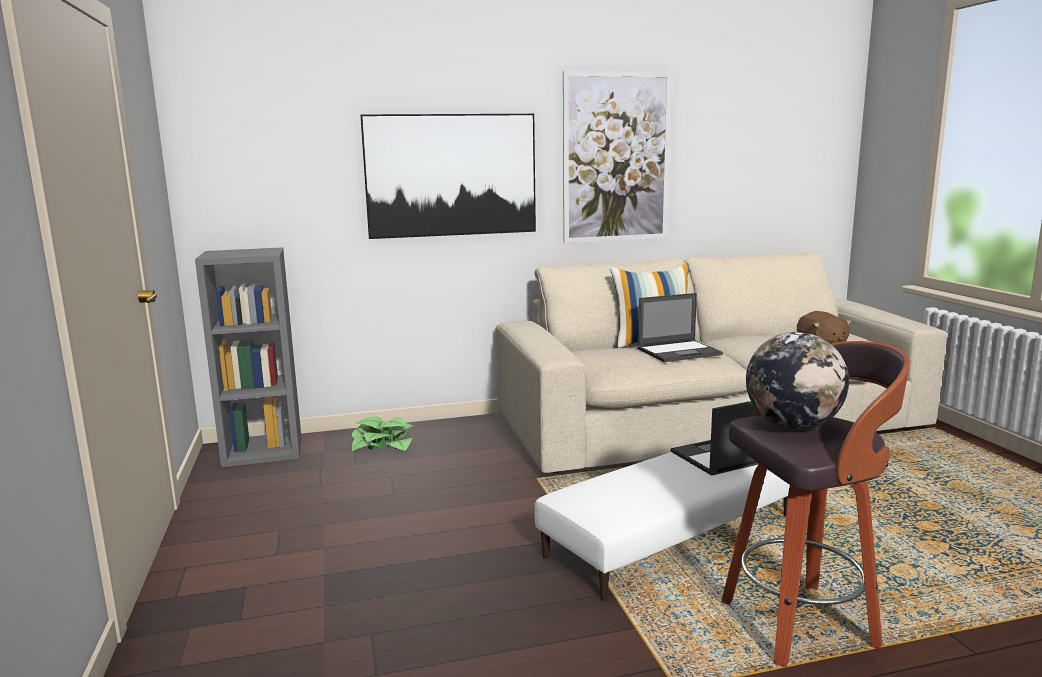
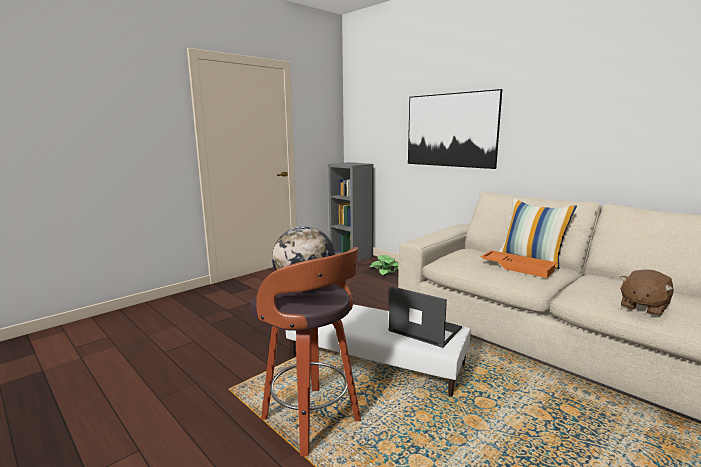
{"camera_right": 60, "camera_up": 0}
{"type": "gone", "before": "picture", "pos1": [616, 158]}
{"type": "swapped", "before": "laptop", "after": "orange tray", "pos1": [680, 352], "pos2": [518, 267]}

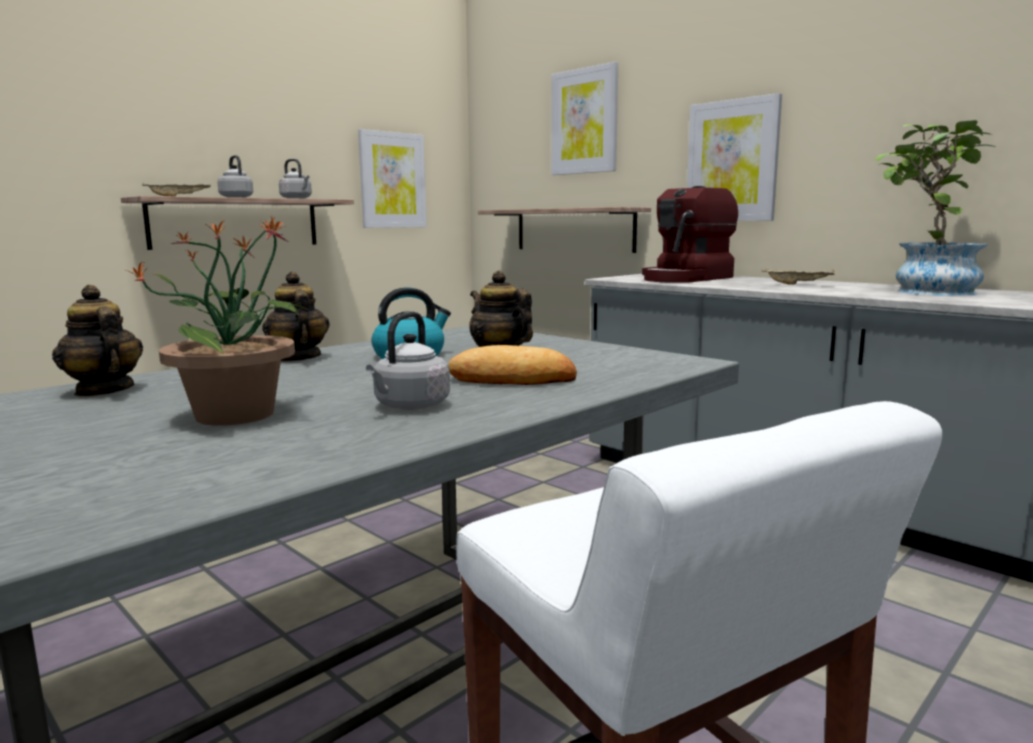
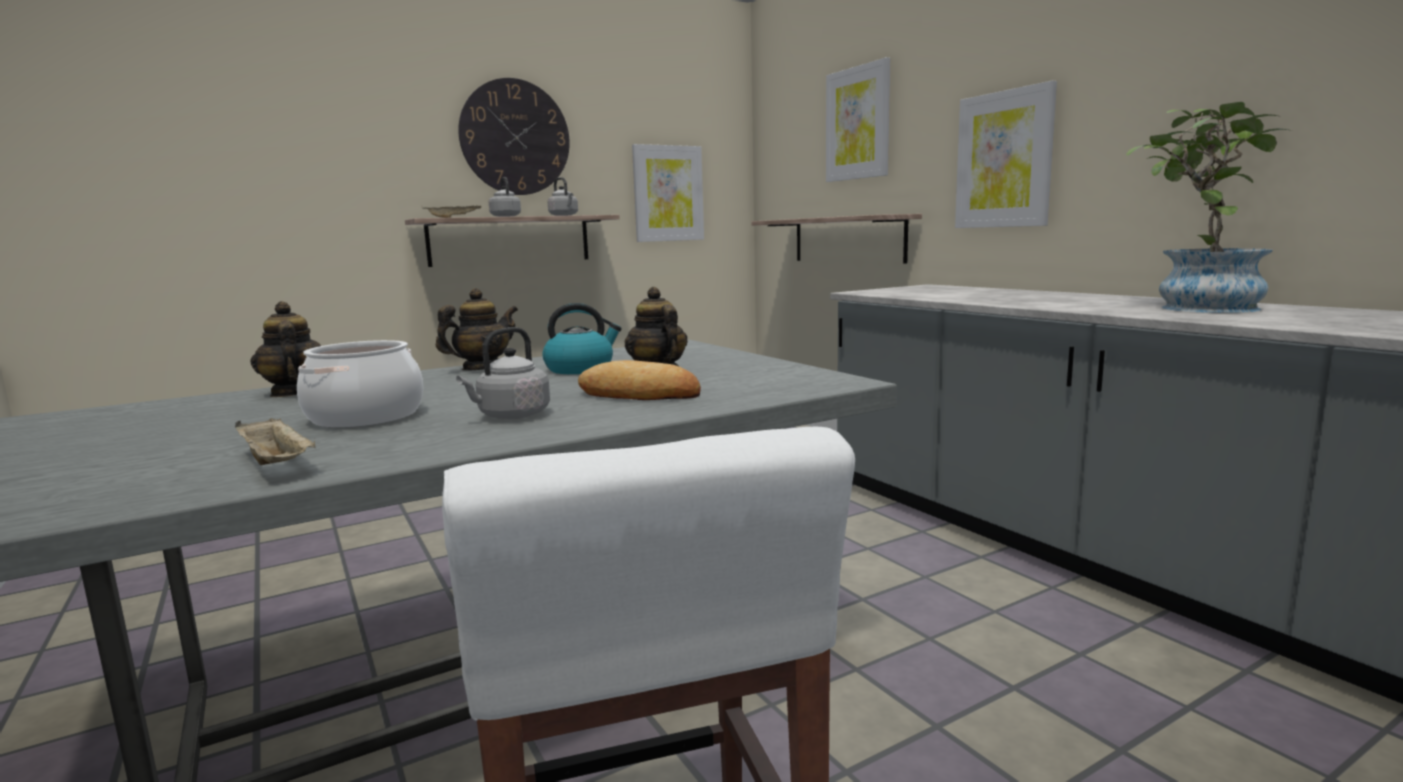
{"camera_right": 15, "camera_up": 0}
{"type": "gone", "before": "coffee machine", "pos1": [687, 278]}
{"type": "swapped", "before": "potted plant", "after": "cooking pot", "pos1": [238, 414], "pos2": [365, 417]}
{"type": "shifted", "before": "beige tray", "pos1": [798, 284], "pos2": [277, 464]}
{"type": "rotated", "before": "teapot", "pos1": [298, 358], "pos2": [482, 368], "turn": 60}
{"type": "new", "after": "wall clock", "pos2": [515, 137]}

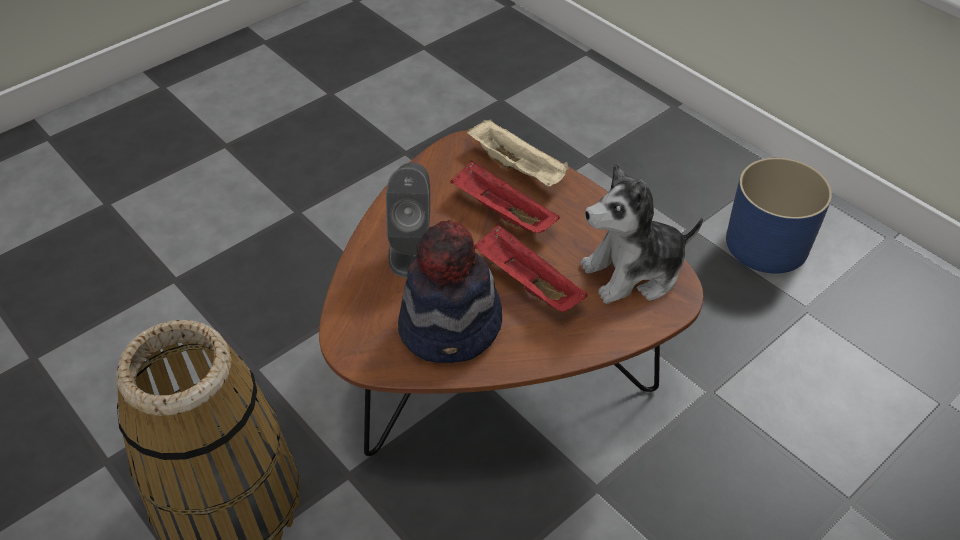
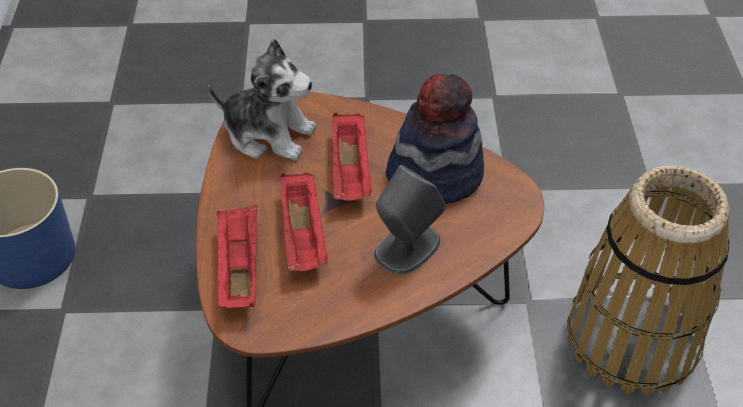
{"camera_right": -140, "camera_up": 0}
{"type": "repainted", "before": "beige tray", "after": "red tray", "pos1": [518, 168], "pos2": [239, 268]}

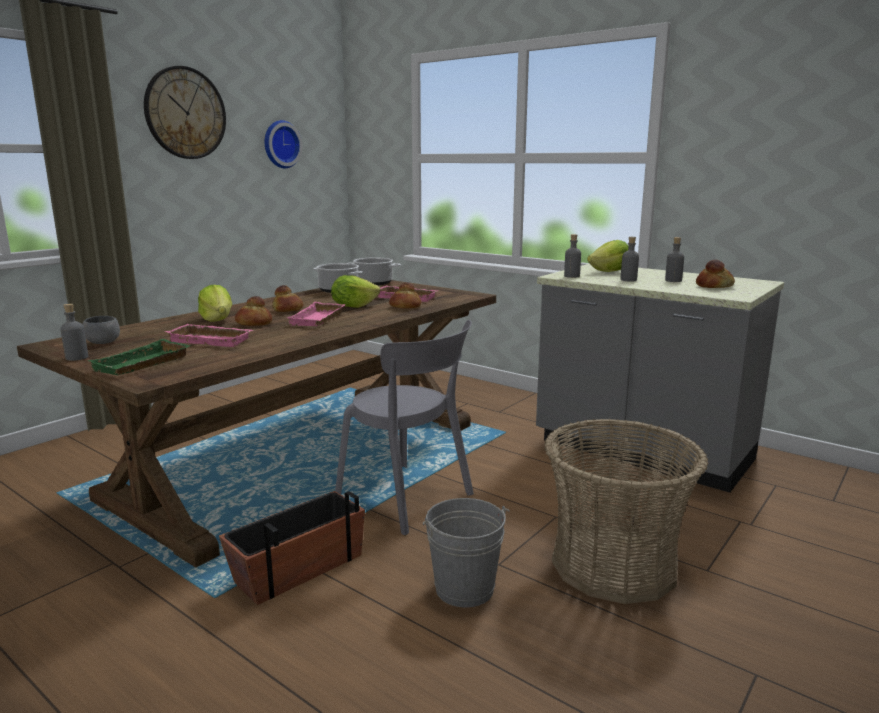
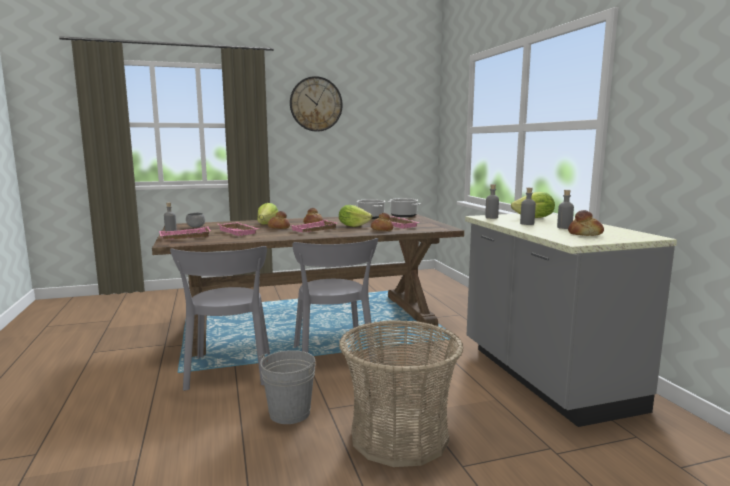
{"camera_right": 35, "camera_up": -5}
{"type": "gone", "before": "wall clock", "pos1": [280, 144]}
{"type": "repainted", "before": "green tray", "after": "pink tray", "pos1": [142, 364], "pos2": [184, 237]}
{"type": "swapped", "before": "planter", "after": "grey chair", "pos1": [298, 568], "pos2": [229, 373]}

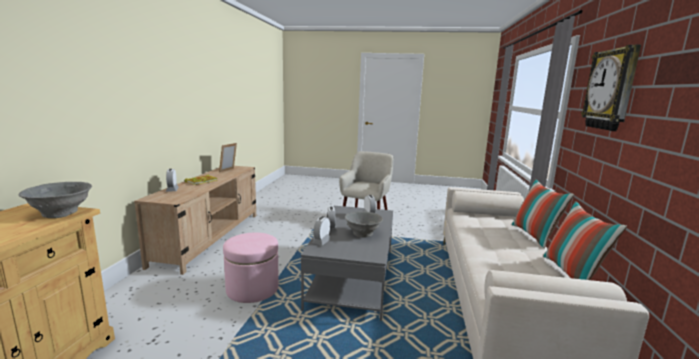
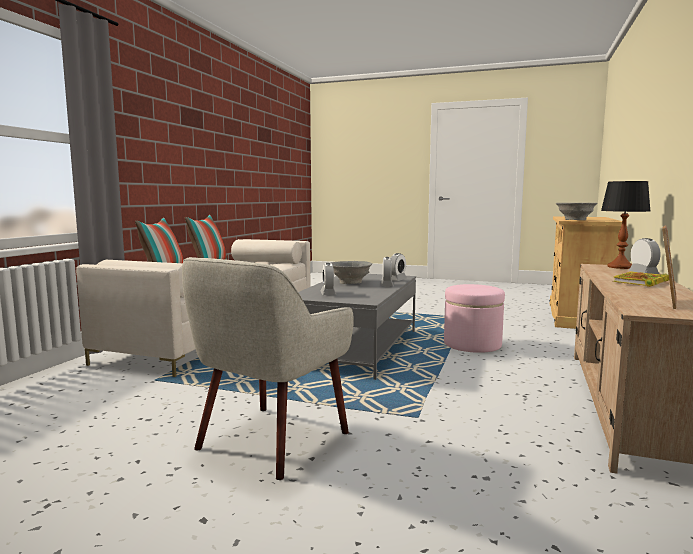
{"camera_right": -170, "camera_up": -5}
{"type": "gone", "before": "wall clock", "pos1": [611, 90]}
{"type": "new", "after": "table lamp", "pos2": [620, 267]}

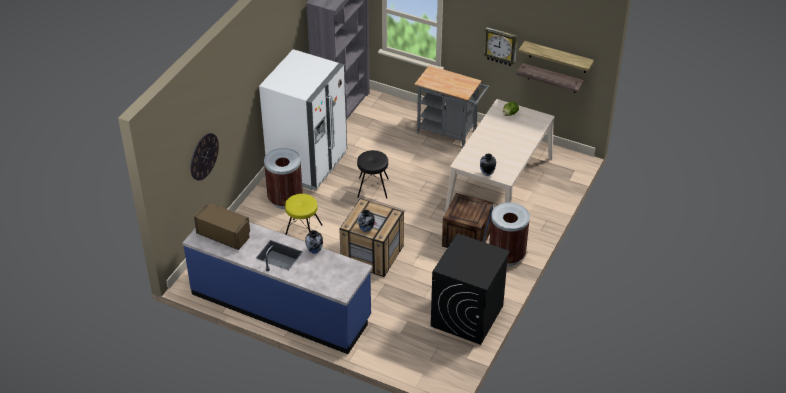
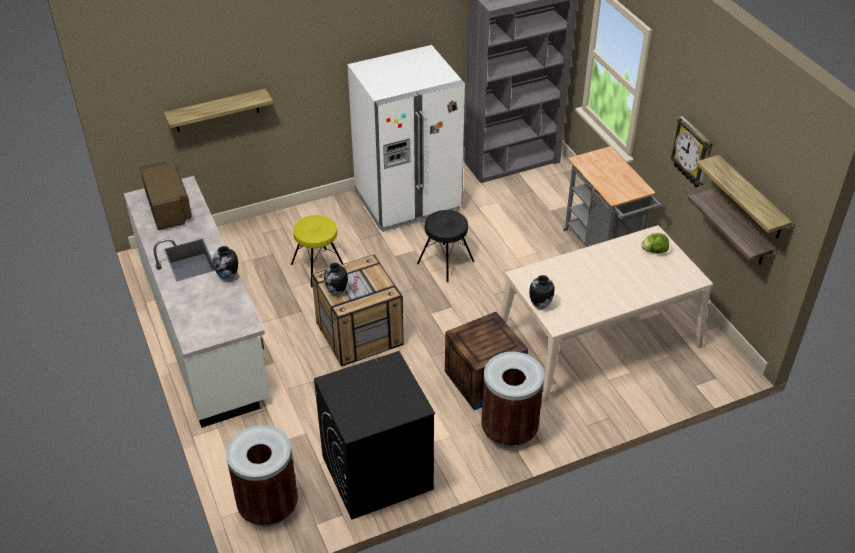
{"camera_right": 40, "camera_up": 0}
{"type": "swapped", "before": "wall clock", "after": "shelf", "pos1": [204, 156], "pos2": [216, 110]}
{"type": "shifted", "before": "brown trash can", "pos1": [285, 199], "pos2": [268, 506]}
{"type": "repainted", "before": "blue counter", "after": "white counter", "pos1": [281, 306], "pos2": [204, 331]}

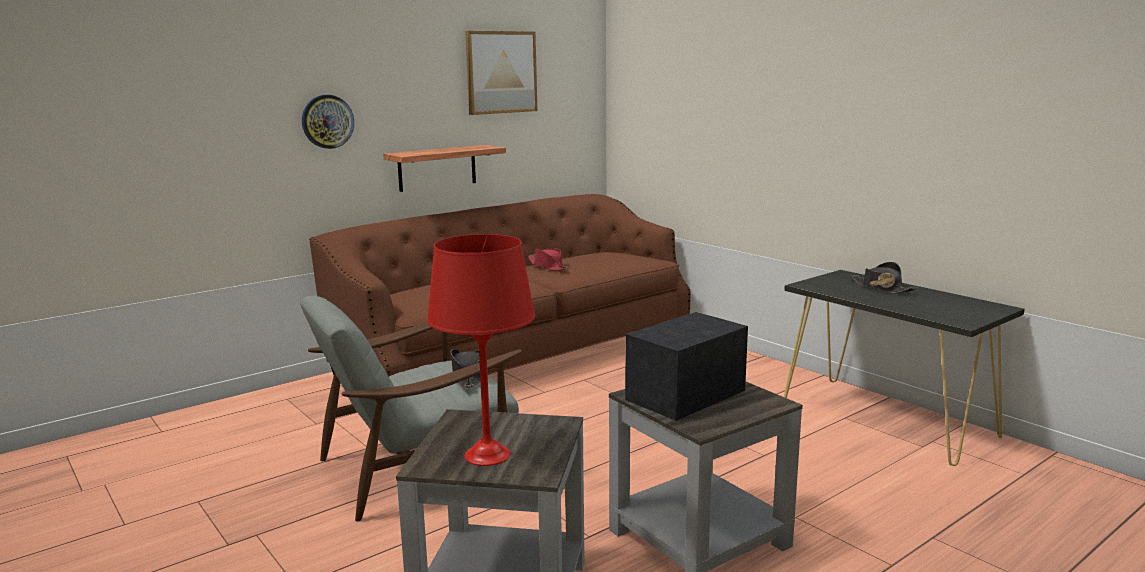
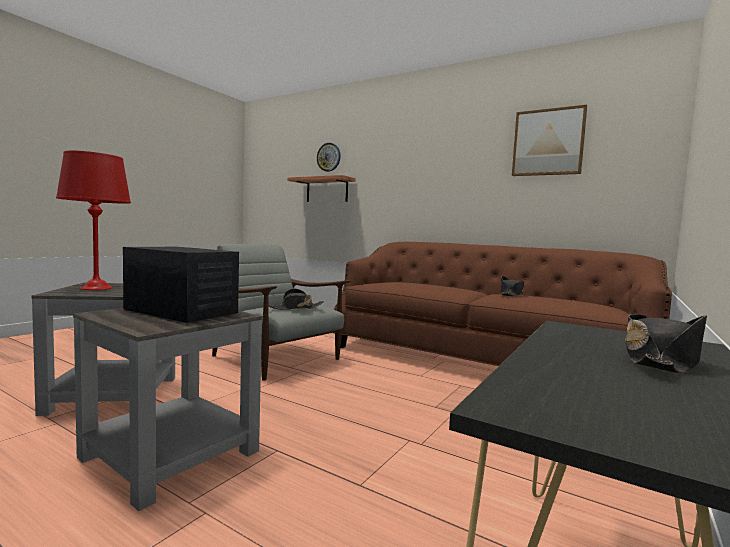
{"camera_right": 70, "camera_up": -10}
{"type": "shifted", "before": "wall clock", "pos1": [327, 121], "pos2": [329, 157]}
{"type": "shifted", "before": "shelf", "pos1": [437, 168], "pos2": [327, 190]}
{"type": "repainted", "before": "red hat", "after": "black hat", "pos1": [548, 266], "pos2": [511, 294]}

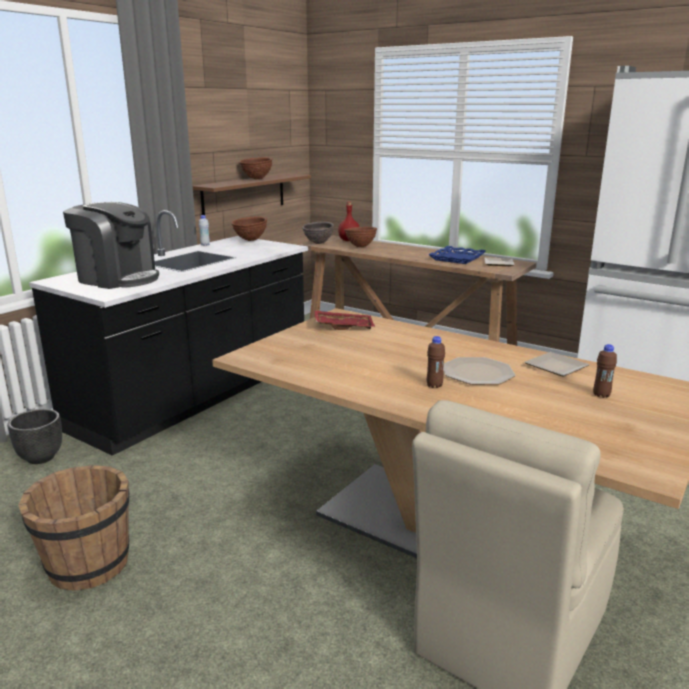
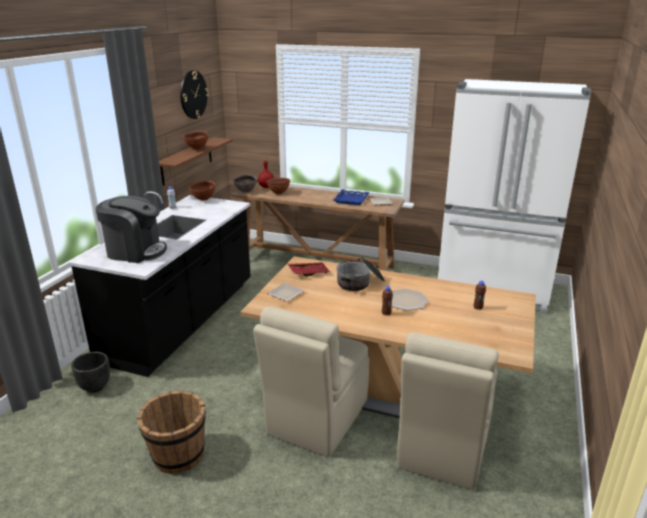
{"camera_right": -15, "camera_up": 5}
{"type": "shifted", "before": "plate", "pos1": [553, 367], "pos2": [284, 294]}
{"type": "new", "after": "wall clock", "pos2": [193, 94]}
{"type": "new", "after": "cooking pot", "pos2": [360, 283]}
{"type": "new", "after": "beige chair", "pos2": [316, 419]}

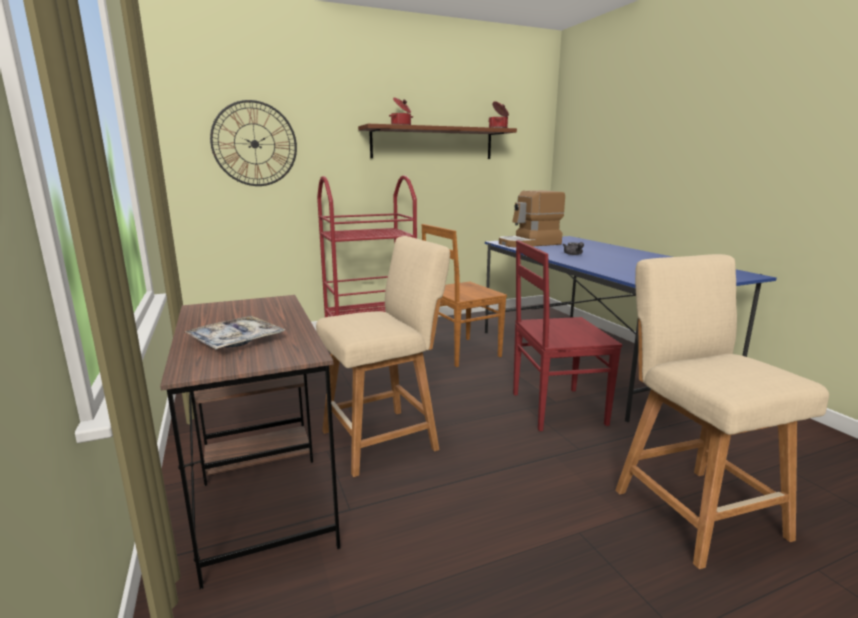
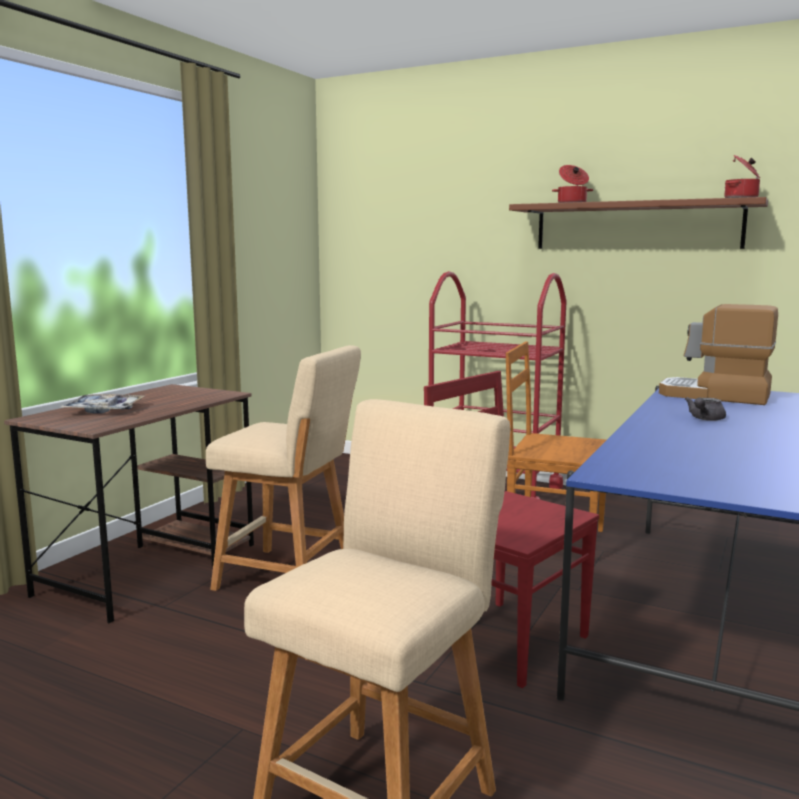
{"camera_right": 50, "camera_up": -5}
{"type": "gone", "before": "wall clock", "pos1": [254, 144]}

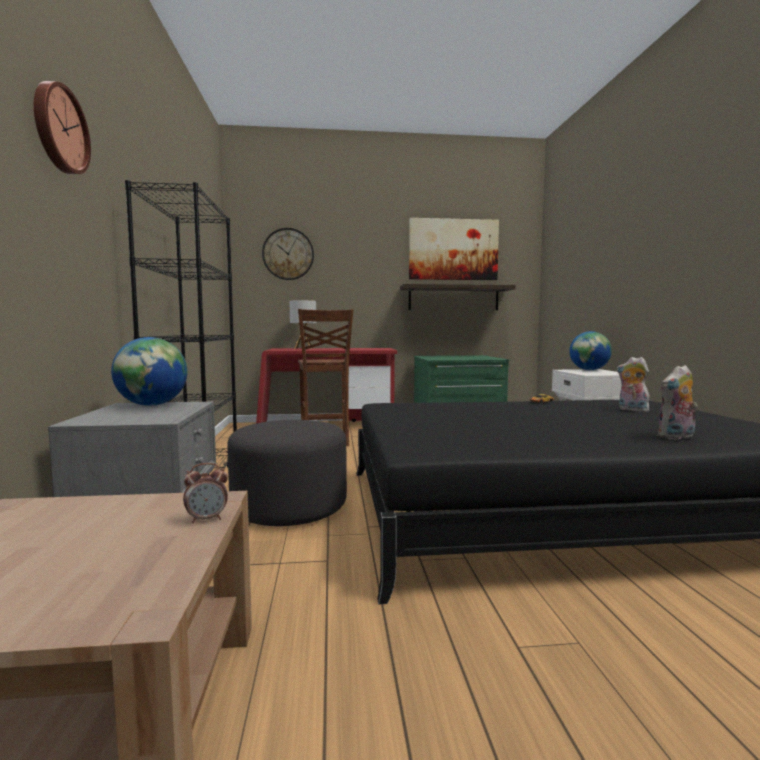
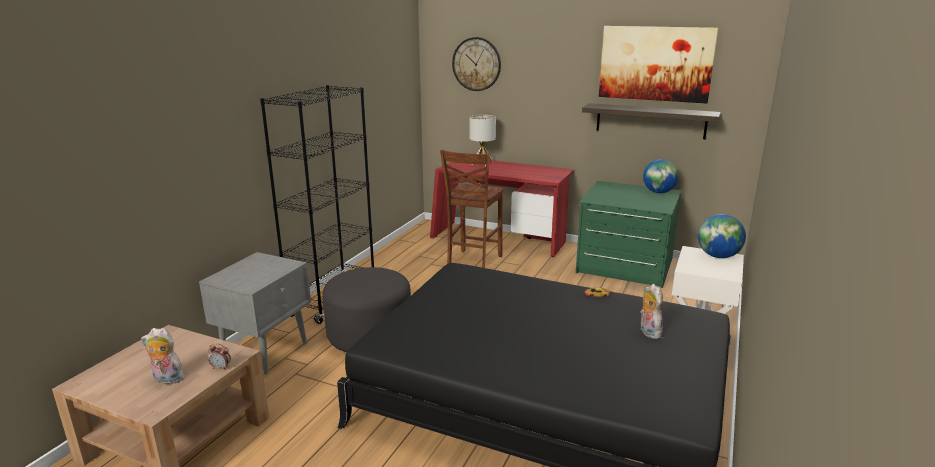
{"camera_right": 30, "camera_up": 15}
{"type": "gone", "before": "wall clock", "pos1": [59, 129]}
{"type": "shifted", "before": "globe", "pos1": [152, 405], "pos2": [658, 192]}
{"type": "shifted", "before": "plush toy", "pos1": [676, 437], "pos2": [167, 379]}

